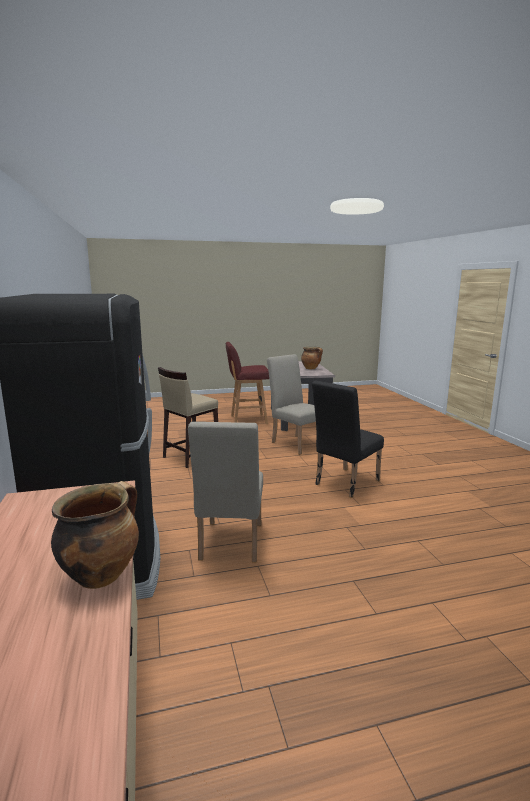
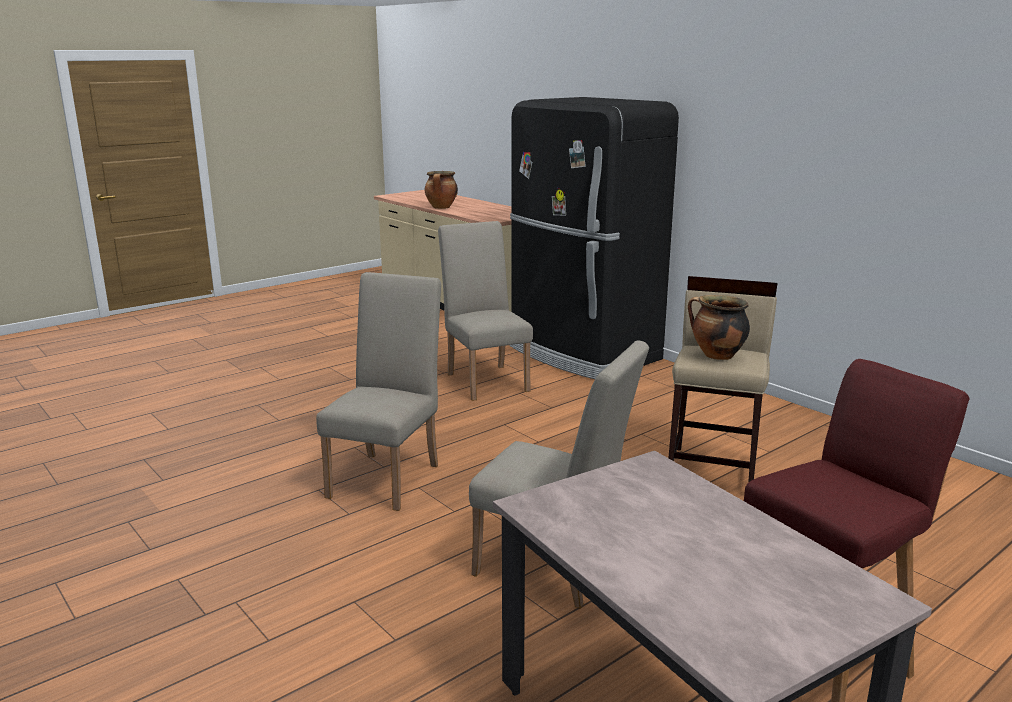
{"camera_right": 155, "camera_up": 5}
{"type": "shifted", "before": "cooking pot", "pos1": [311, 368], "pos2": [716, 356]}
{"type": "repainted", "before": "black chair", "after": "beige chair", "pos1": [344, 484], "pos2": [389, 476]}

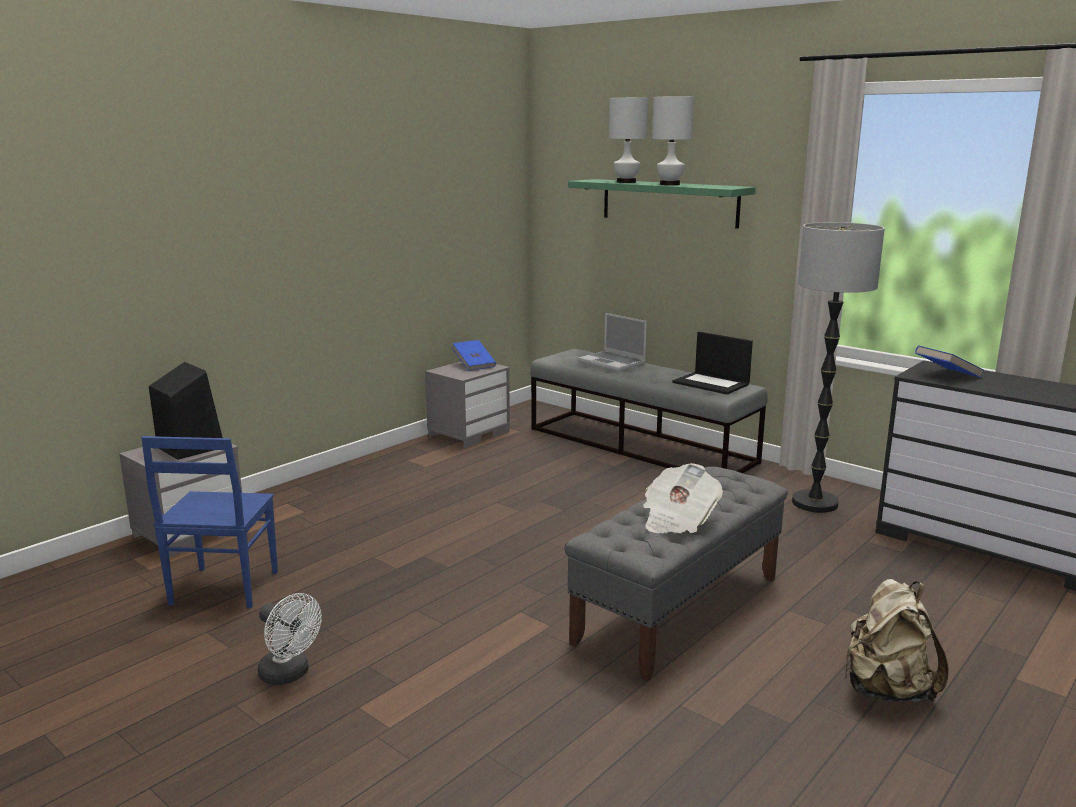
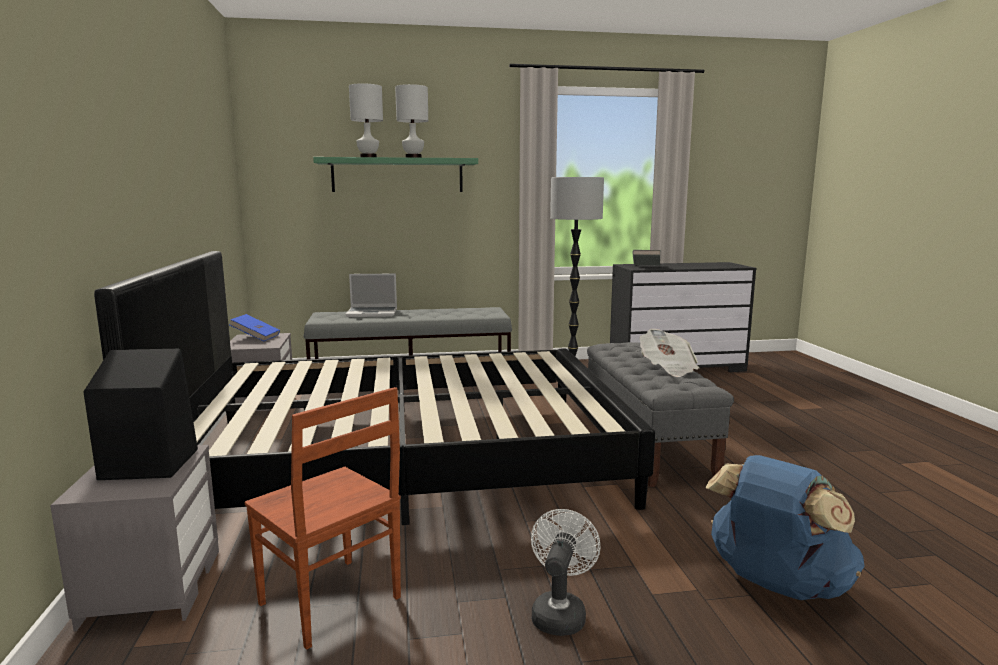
{"camera_right": -50, "camera_up": -5}
{"type": "gone", "before": "laptop", "pos1": [712, 383]}
{"type": "repainted", "before": "blue book", "after": "grey book", "pos1": [947, 375], "pos2": [646, 266]}
{"type": "repainted", "before": "blue chair", "after": "brown chair", "pos1": [222, 589], "pos2": [329, 603]}
{"type": "gone", "before": "beige backpack", "pos1": [886, 690]}
{"type": "rotated", "before": "white fan", "pos1": [289, 675], "pos2": [560, 612], "turn": -60}
{"type": "new", "after": "black bed", "pos2": [403, 459]}
{"type": "new", "after": "blue backpack", "pos2": [776, 585]}

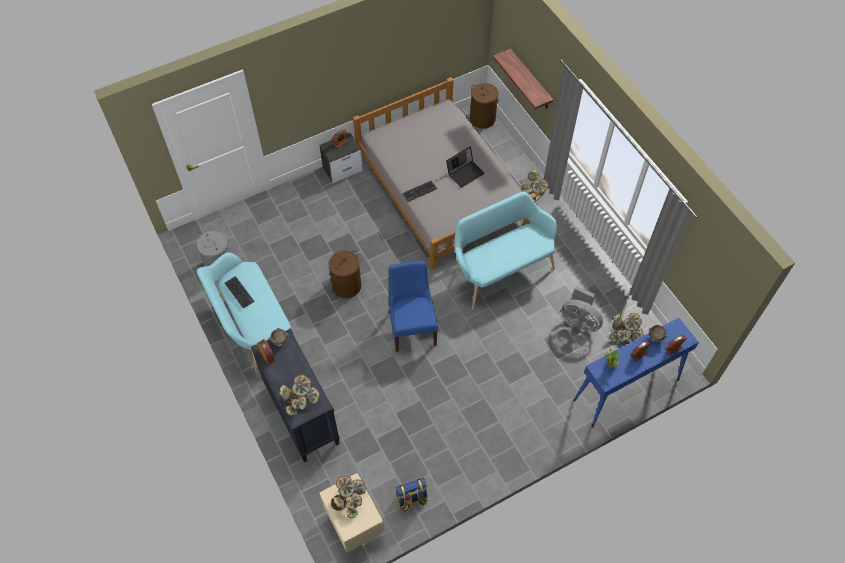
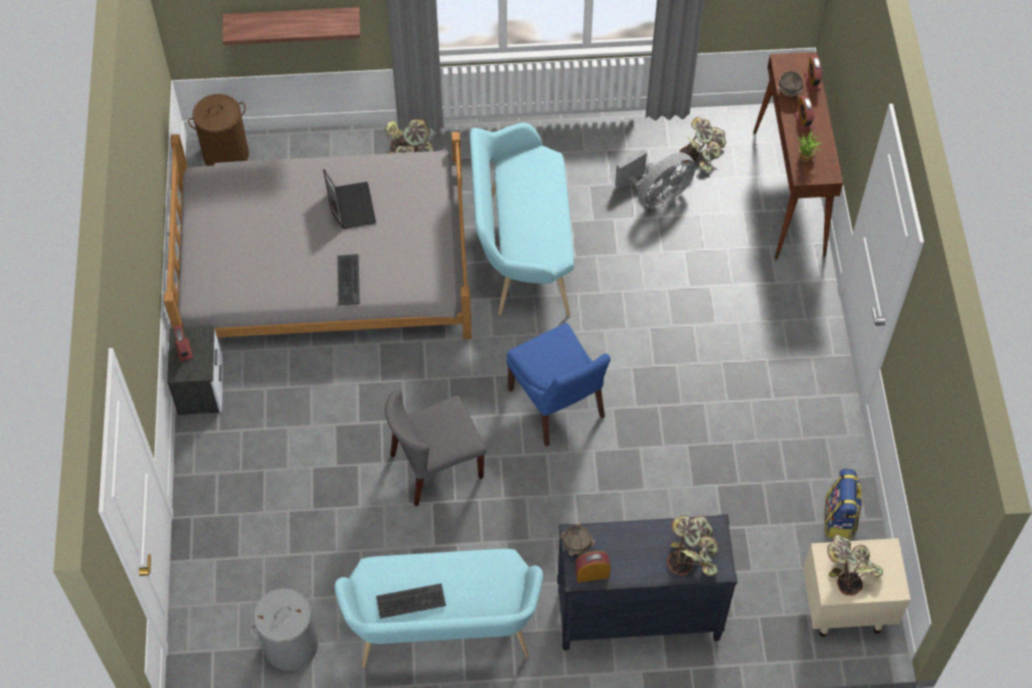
{"camera_right": -65, "camera_up": 0}
{"type": "swapped", "before": "brown laundry basket", "after": "grey chair", "pos1": [347, 285], "pos2": [436, 467]}
{"type": "rotated", "before": "blue chair", "pos1": [412, 326], "pos2": [558, 406], "turn": -135}
{"type": "repainted", "before": "blue console table", "after": "brown console table", "pos1": [625, 390], "pos2": [789, 193]}

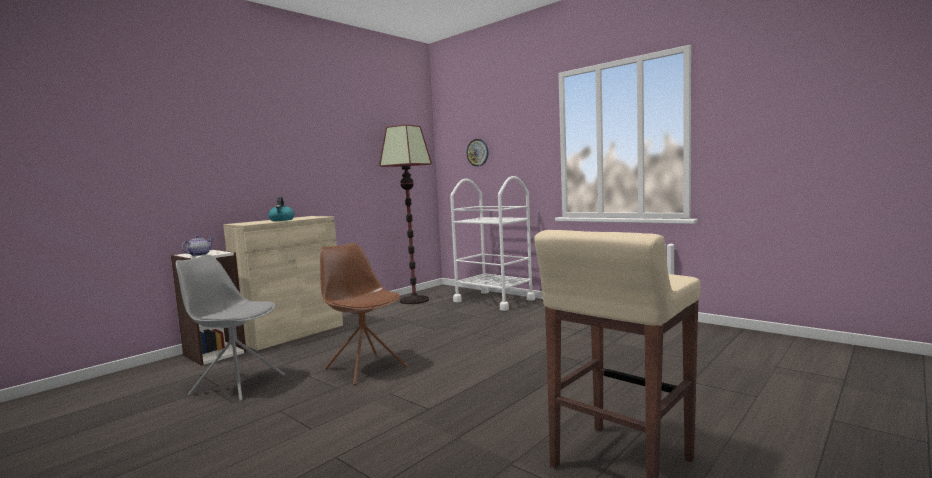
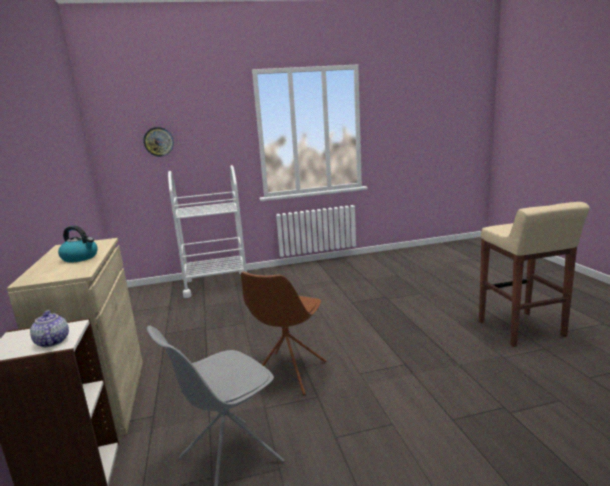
{"camera_right": -55, "camera_up": 10}
{"type": "gone", "before": "floor lamp", "pos1": [414, 300]}
{"type": "rotated", "before": "brown chair", "pos1": [365, 367], "pos2": [288, 373], "turn": -60}

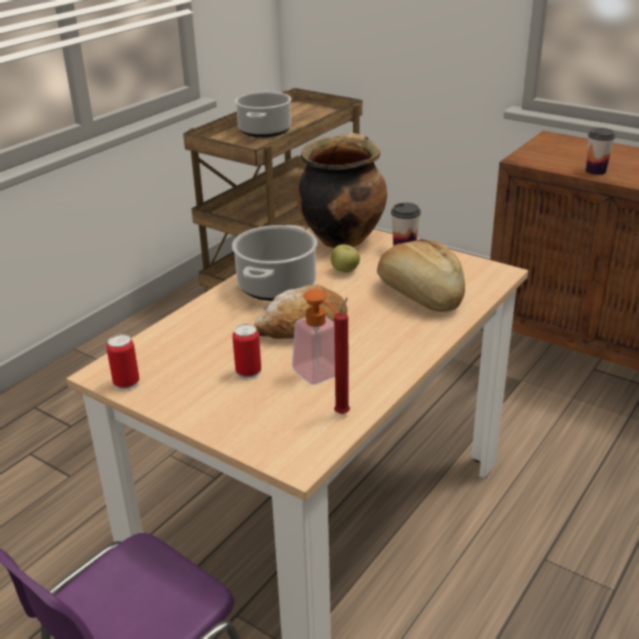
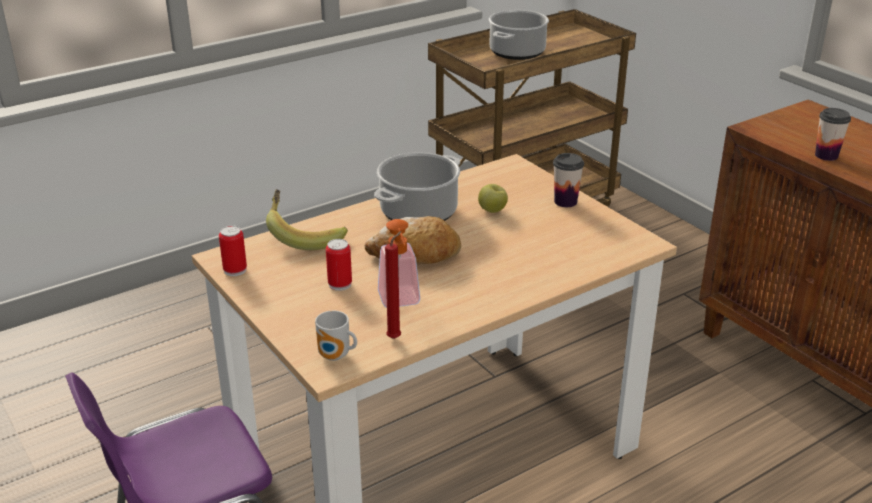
{"camera_right": 20, "camera_up": 0}
{"type": "gone", "before": "cooking pot", "pos1": [342, 238]}
{"type": "gone", "before": "bread", "pos1": [420, 295]}
{"type": "new", "after": "banana", "pos2": [305, 236]}
{"type": "new", "after": "mug", "pos2": [335, 357]}

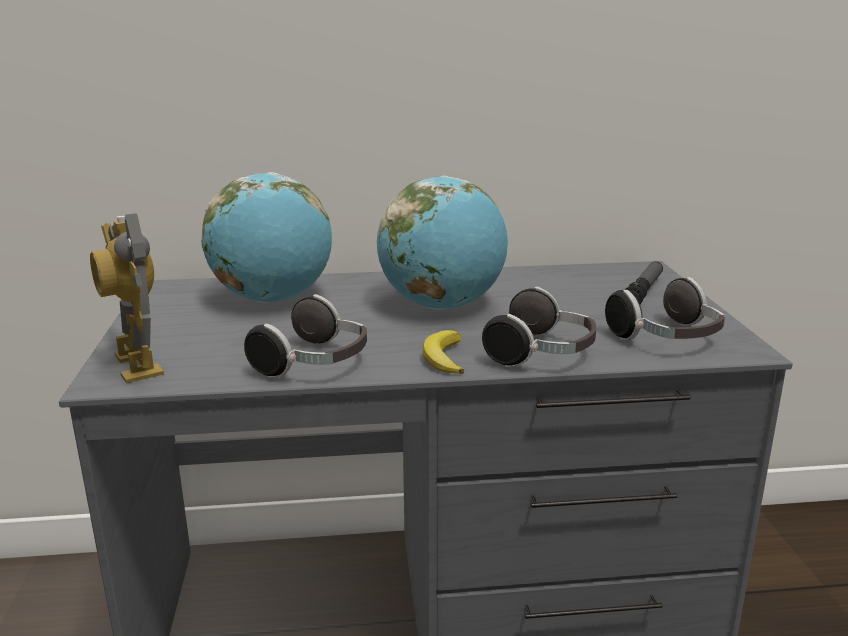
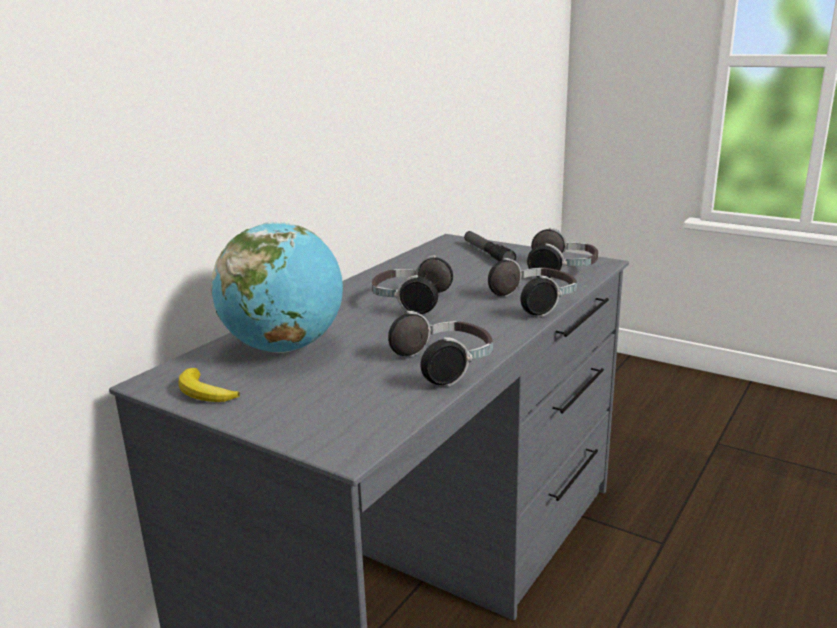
{"camera_right": -50, "camera_up": 0}
{"type": "swapped", "before": "globe", "after": "headphones", "pos1": [442, 306], "pos2": [410, 302]}
{"type": "gone", "before": "toy robot", "pos1": [137, 365]}
{"type": "shifted", "before": "banana", "pos1": [443, 358], "pos2": [204, 392]}

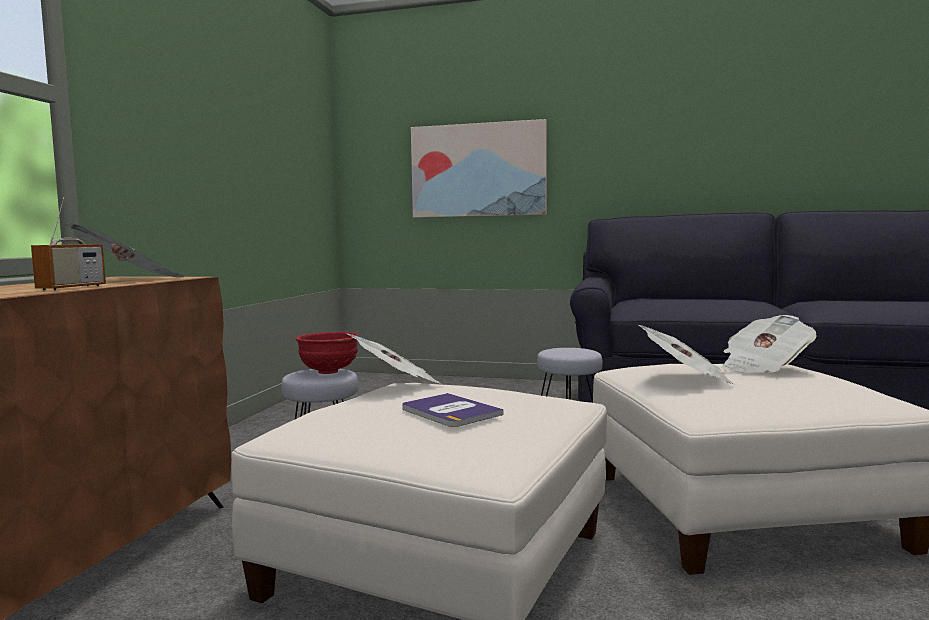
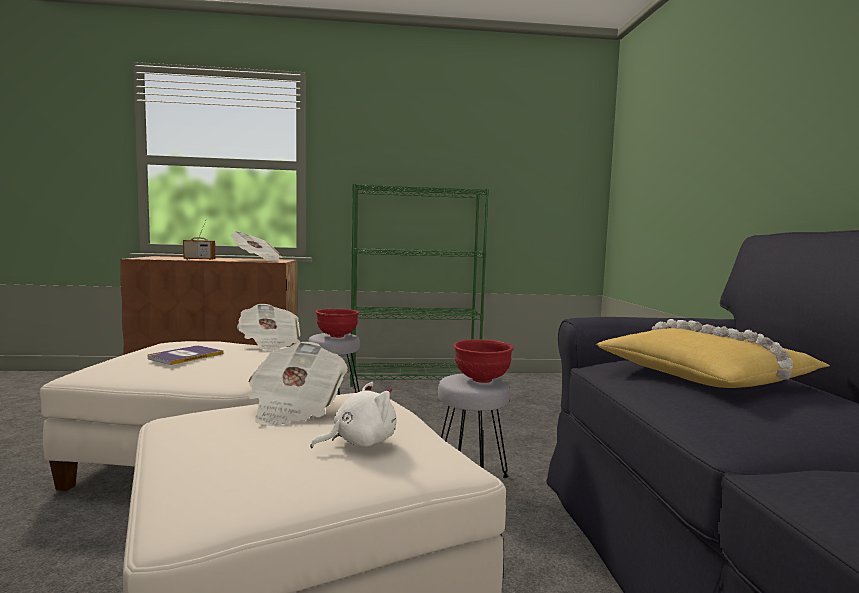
{"camera_right": 70, "camera_up": 0}
{"type": "gone", "before": "picture", "pos1": [478, 170]}
{"type": "swapped", "before": "newspaper", "after": "white plush toy", "pos1": [762, 368], "pos2": [360, 442]}
{"type": "new", "after": "green bookcase", "pos2": [415, 379]}
{"type": "new", "after": "yellow pillow", "pos2": [705, 374]}
{"type": "new", "after": "red bowl", "pos2": [481, 380]}

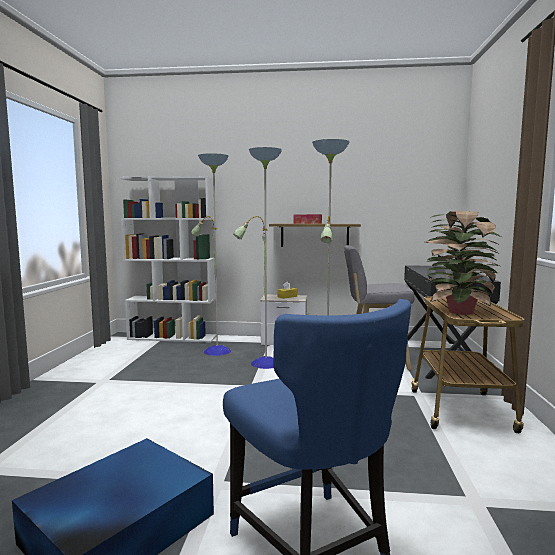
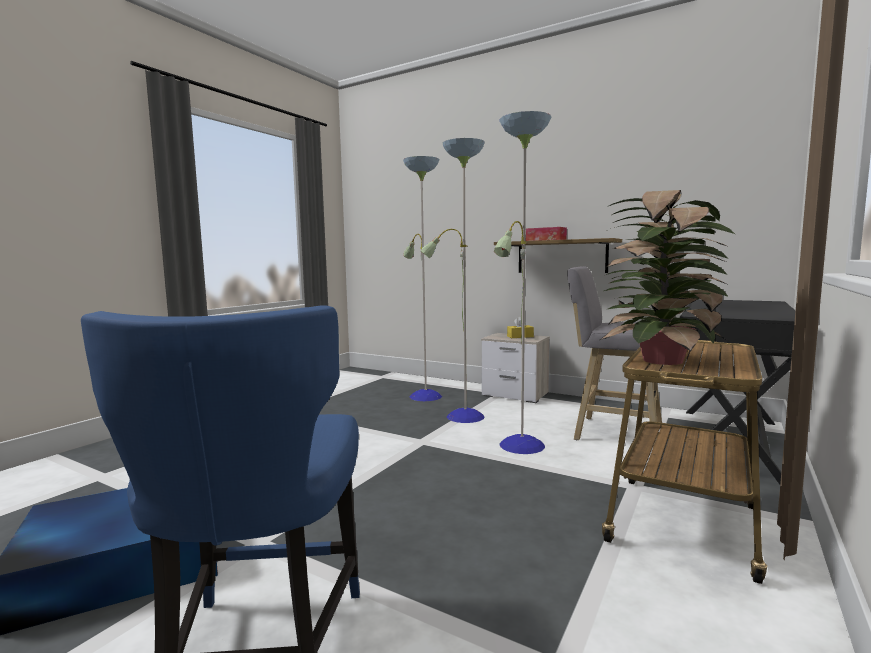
{"camera_right": 25, "camera_up": 0}
{"type": "gone", "before": "white bookcase", "pos1": [173, 337]}

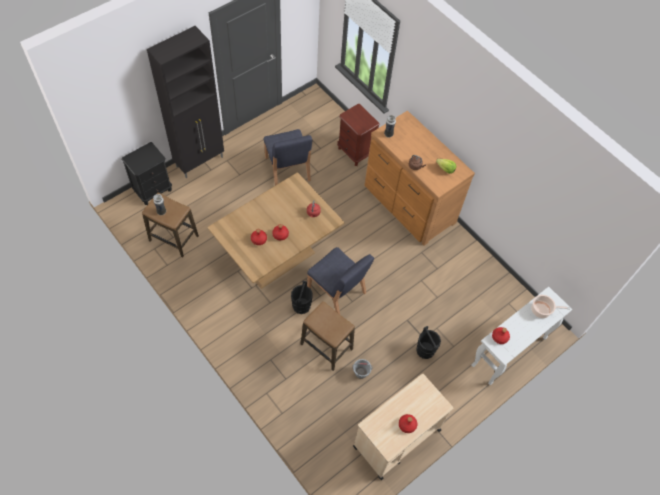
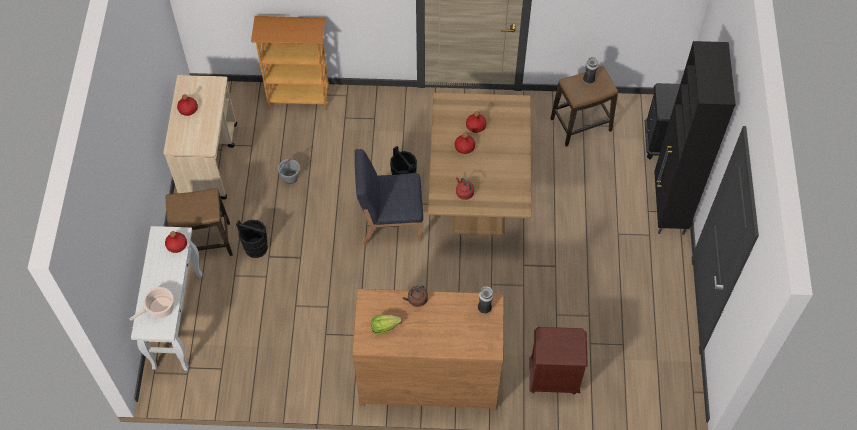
{"camera_right": 135, "camera_up": 0}
{"type": "gone", "before": "blue chair", "pos1": [287, 169]}
{"type": "shifted", "before": "stool", "pos1": [326, 346], "pos2": [204, 242]}
{"type": "new", "after": "bookcase", "pos2": [299, 97]}

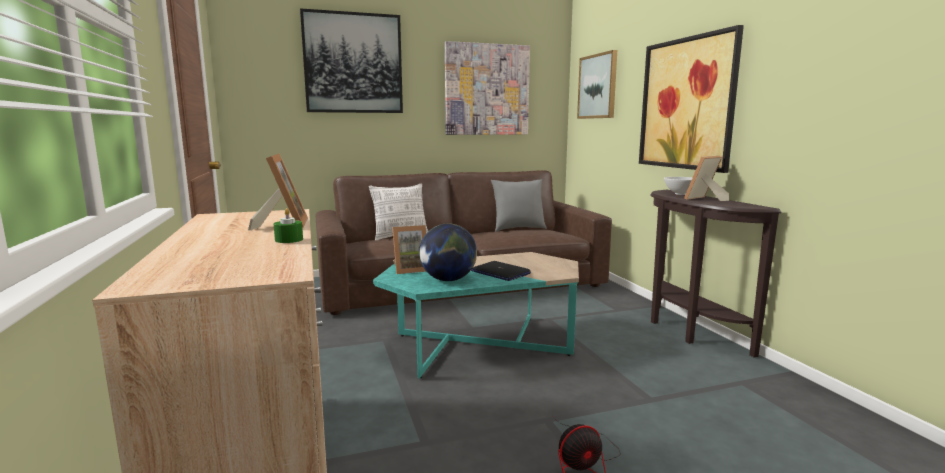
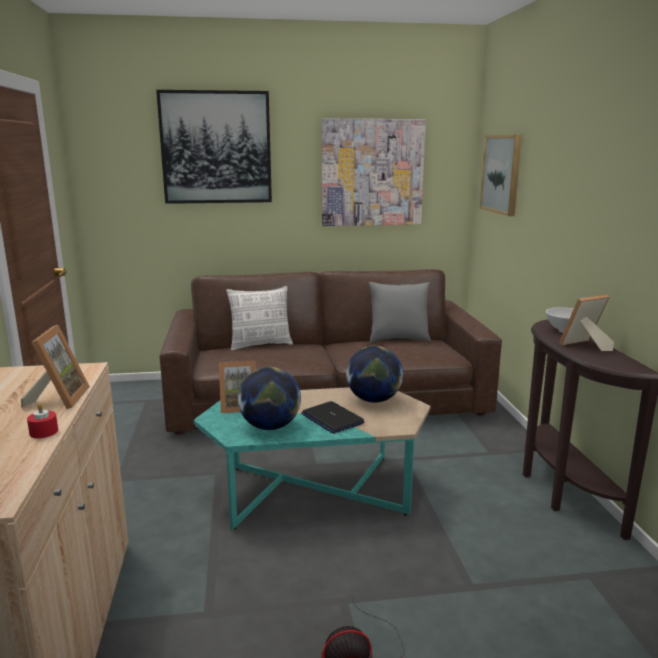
{"camera_right": 10, "camera_up": 5}
{"type": "gone", "before": "picture", "pos1": [687, 104]}
{"type": "repainted", "before": "green candle", "after": "red candle", "pos1": [289, 240], "pos2": [44, 432]}
{"type": "new", "after": "globe", "pos2": [373, 400]}

